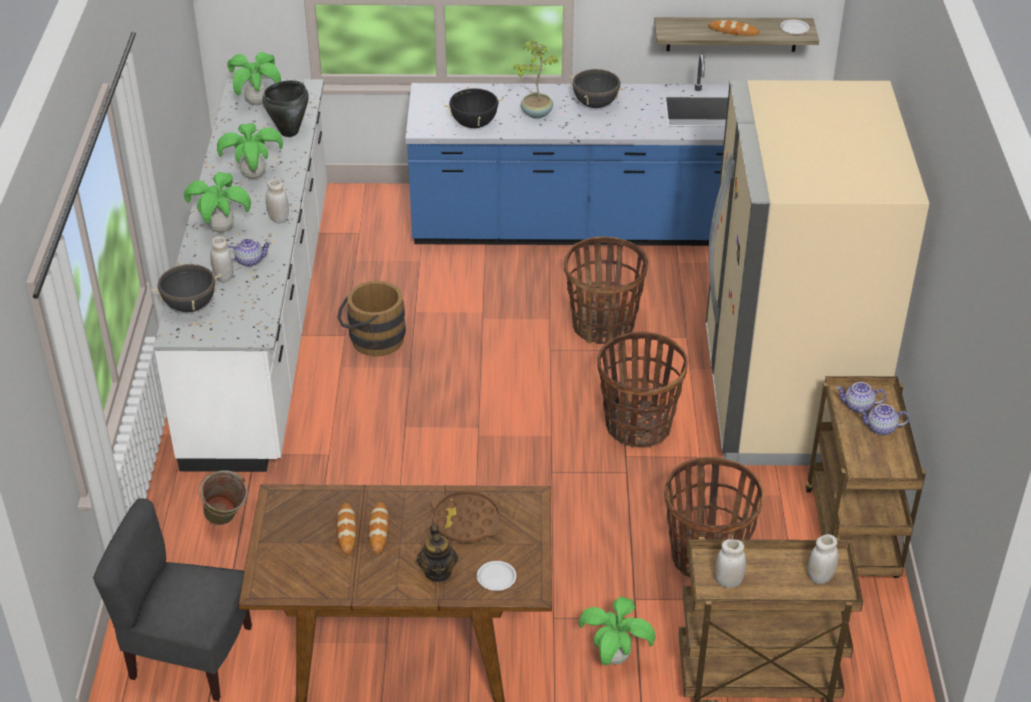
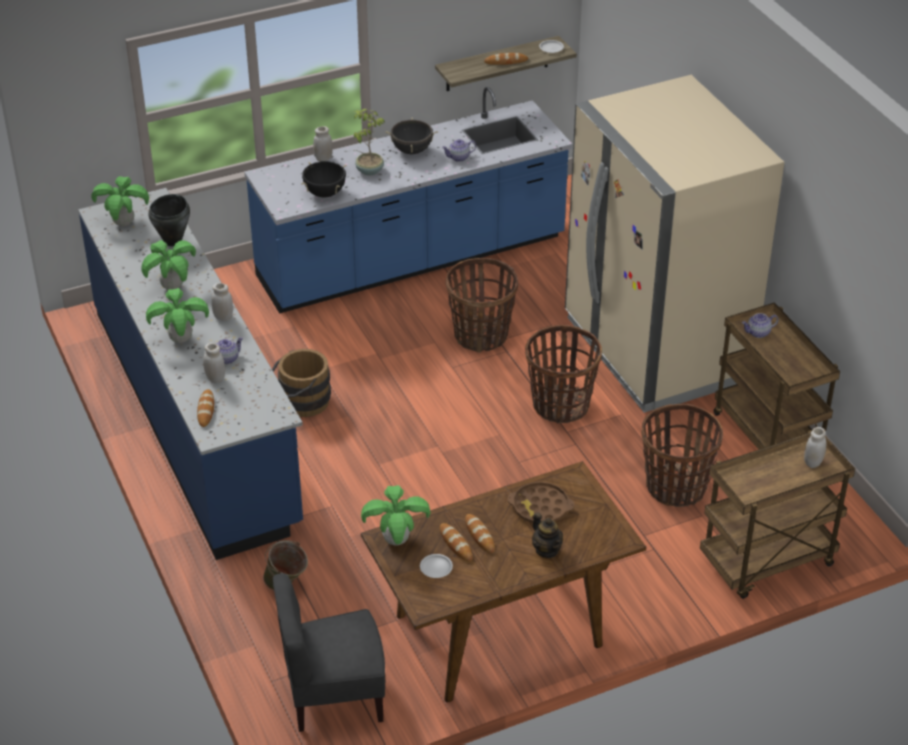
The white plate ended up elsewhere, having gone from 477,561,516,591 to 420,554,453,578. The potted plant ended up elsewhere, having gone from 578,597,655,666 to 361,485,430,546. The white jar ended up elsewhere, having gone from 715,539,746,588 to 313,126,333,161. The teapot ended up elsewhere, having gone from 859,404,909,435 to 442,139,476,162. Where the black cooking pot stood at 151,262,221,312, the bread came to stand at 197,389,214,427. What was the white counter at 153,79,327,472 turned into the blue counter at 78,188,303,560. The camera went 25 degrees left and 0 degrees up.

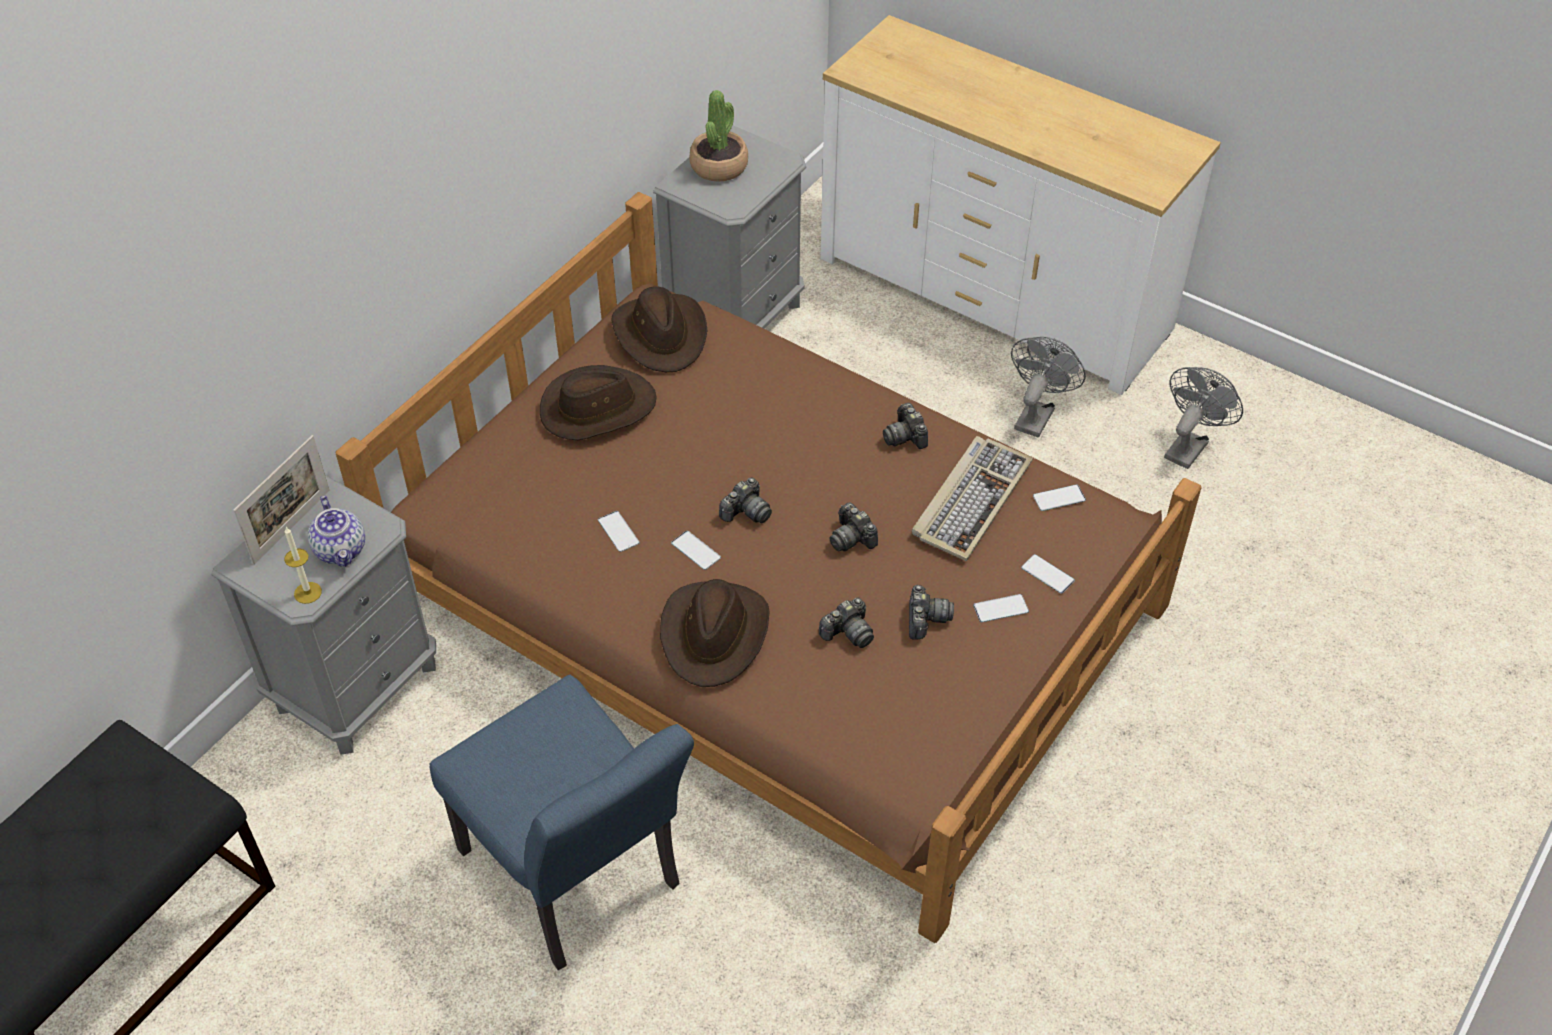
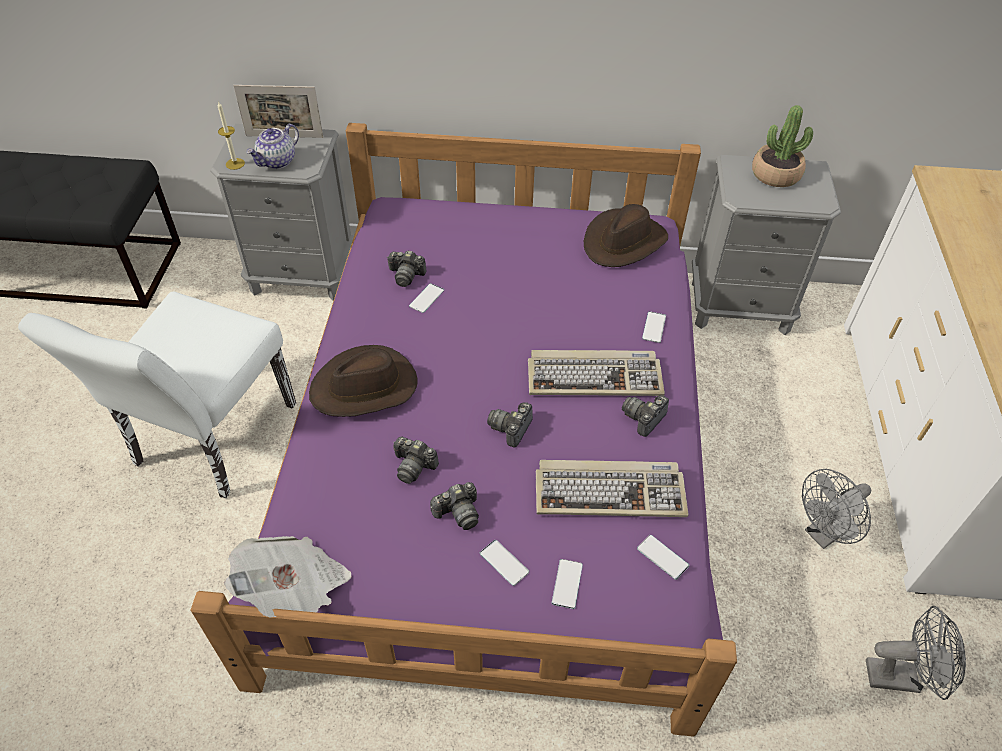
The second view lost the brown hat at 540,365,657,440. The second view gained the newspaper at 224,536,352,618. The second view gained the keyboard at 528,350,665,396. The phone ended up elsewhere, having gone from 671,531,721,570 to 642,311,666,343. The photo camera ended up elsewhere, having gone from 719,478,772,523 to 387,250,427,287. What was the brown bed at 336,192,1202,943 turned into the purple bed at 191,123,737,737. What was the blue chair at 429,675,694,970 turned into the white chair at 18,292,296,498. The grey fan at 1011,337,1086,437 ended up facing another way, 150 degrees clockwise from before. The camera went 60 degrees right and 0 degrees up.

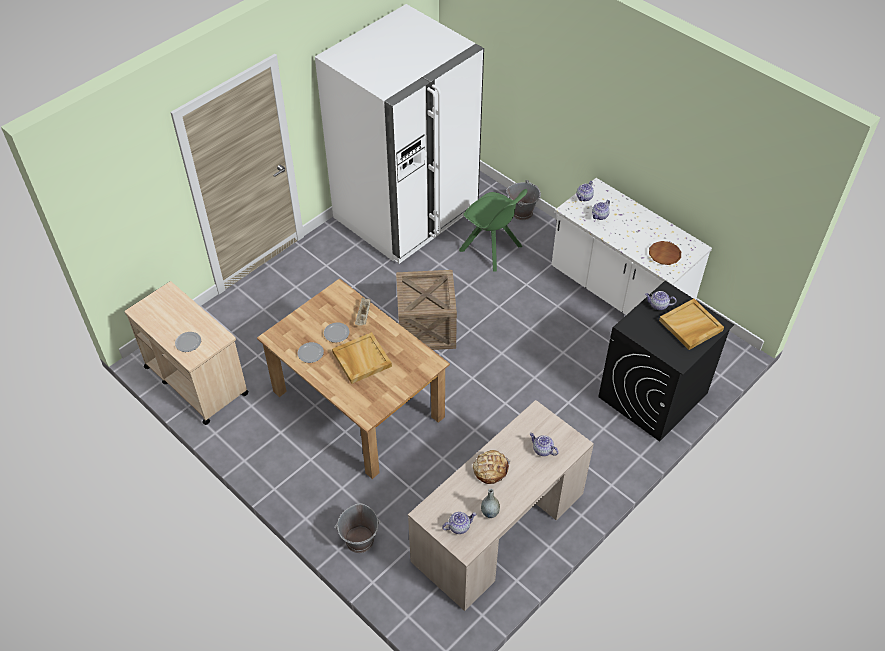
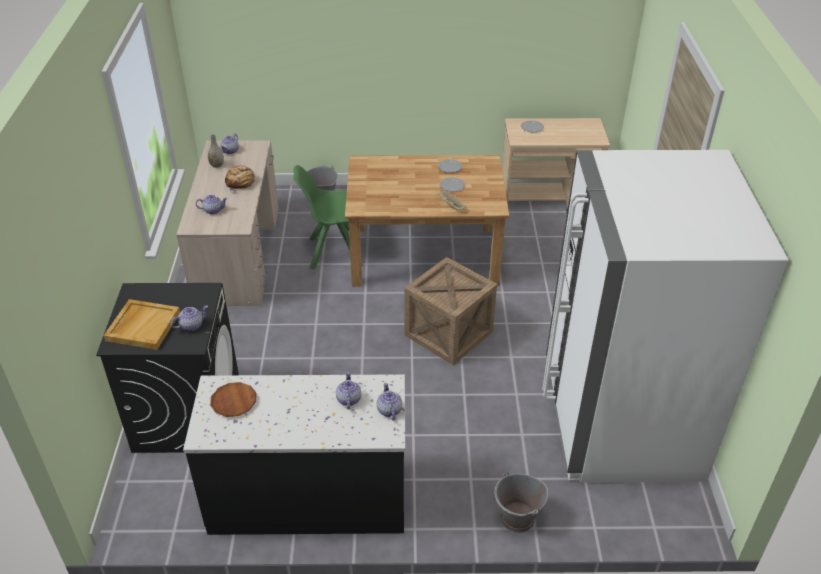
The second view lost the beige tray at 332,332,392,384. The green chair ended up elsewhere, having gone from 459,189,527,271 to 293,165,362,270. What was the white counter at 552,178,712,315 turned into the black counter at 183,374,405,535. The camera went 135 degrees right and 10 degrees down.

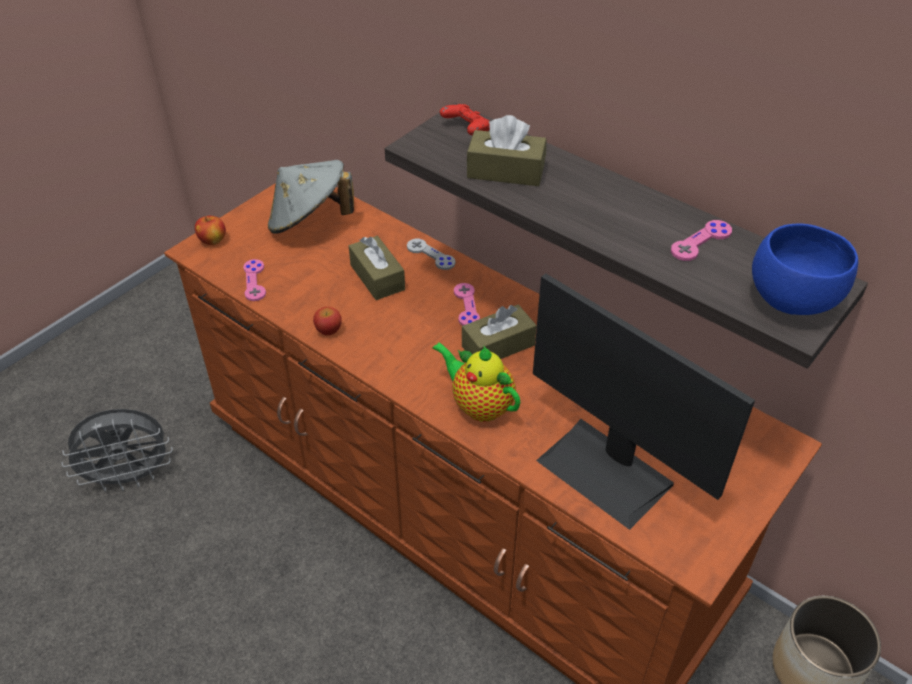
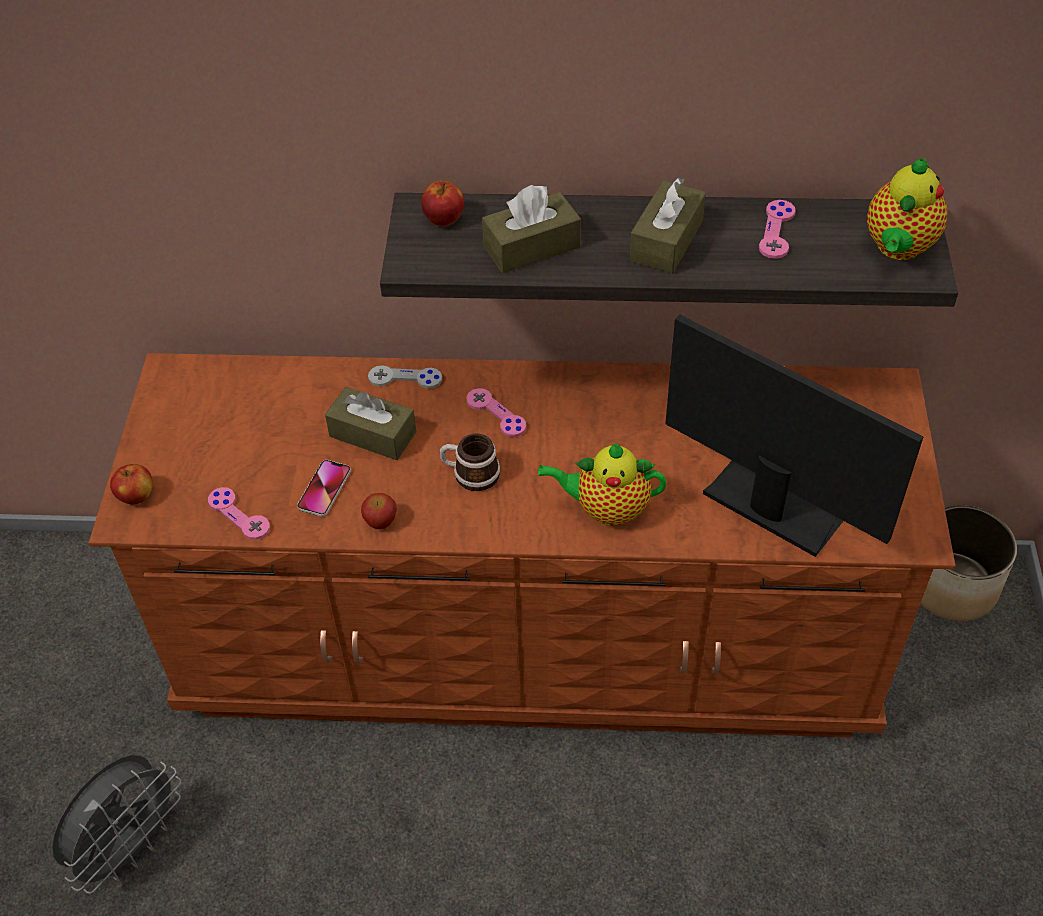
The second view lost the grey hat at 268,160,354,234. The second view gained the phone at 297,460,351,517. The second view gained the mug at 440,434,500,491. The brown tissue box ended up elsewhere, having gone from 462,305,537,359 to 629,178,706,274. Where the red game controller stood at 440,104,490,135, the apple came to stand at 421,181,464,226. Where the blue bowl stood at 752,223,858,315, the teapot came to stand at 867,158,947,260. The monitor at 533,274,755,530 ended up facing another way, 150 degrees counterclockwise from before. The camera went 35 degrees left and 5 degrees up.

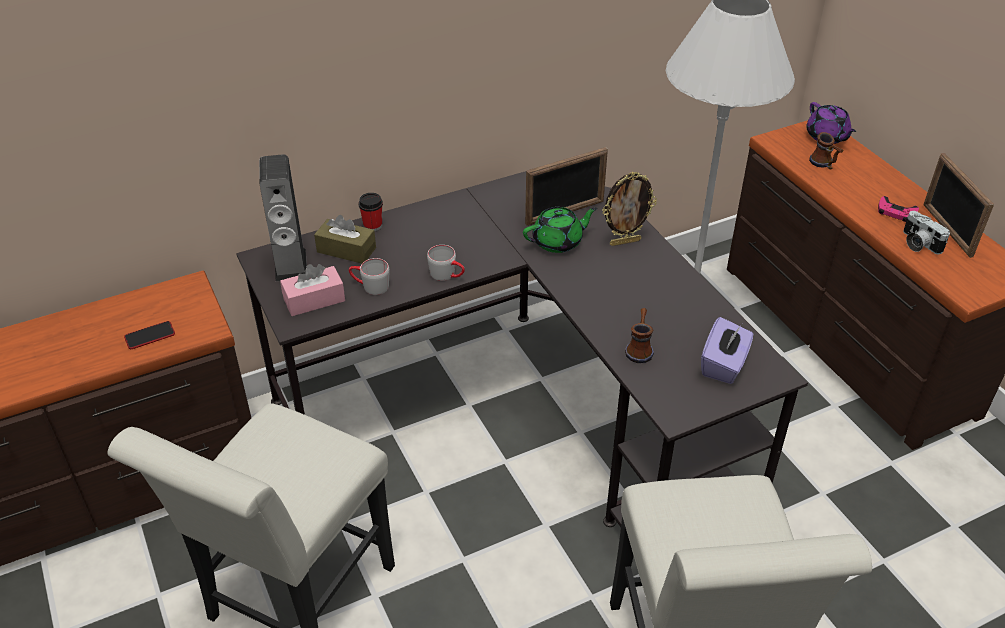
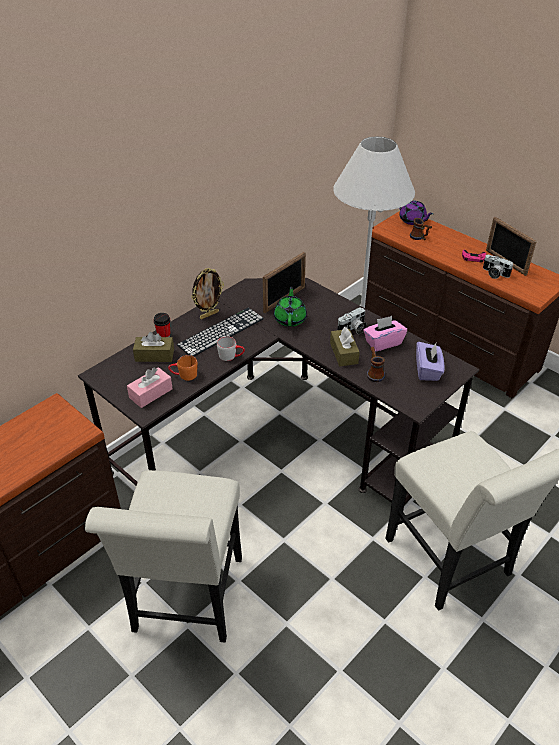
The second view lost the phone at 124,321,175,349. The second view lost the speaker at 259,154,307,281. The second view gained the keyboard at 177,308,264,356. The second view gained the brown tissue box at 330,327,360,366. The second view gained the photo camera at 338,307,367,334. The second view gained the pink tissue box at 363,316,407,352. The picture frame ended up elsewhere, having gone from 602,172,657,246 to 192,268,224,319. What was the grey mug at 349,258,389,295 turned into the orange mug at 168,355,198,381. The green teapot at 523,207,597,253 ended up facing another way, 45 degrees counterclockwise from before. The camera went 20 degrees left and 0 degrees up.

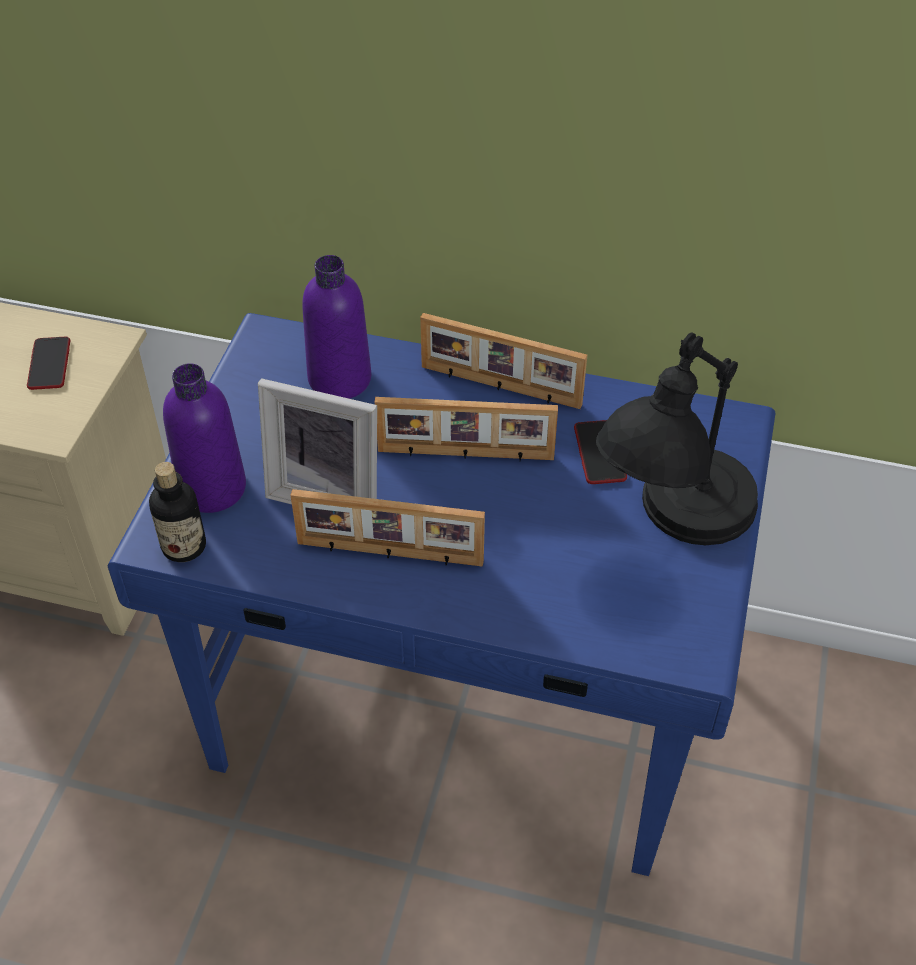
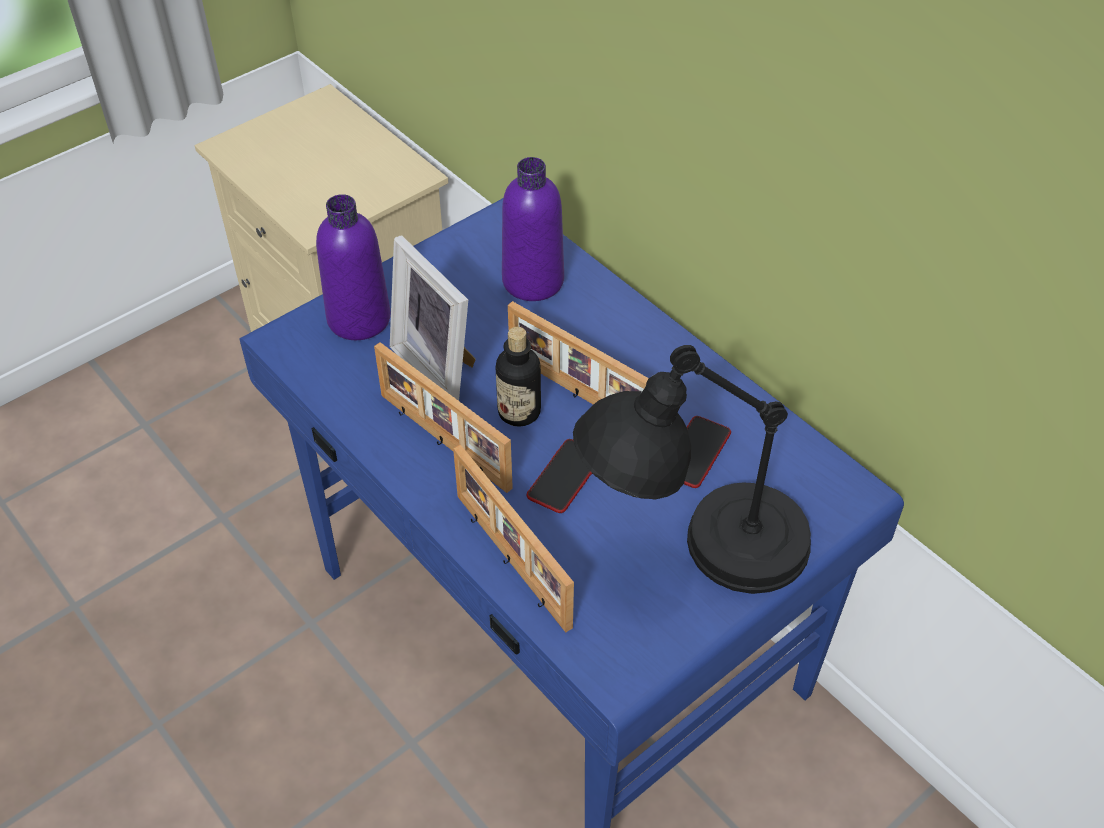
The phone ended up elsewhere, having gone from 27,337,70,390 to 527,439,592,513. The bottle ended up elsewhere, having gone from 149,462,206,562 to 496,327,541,427. The picture frame ended up elsewhere, having gone from 420,313,587,409 to 453,445,574,632. The camera went 35 degrees right and 0 degrees up.

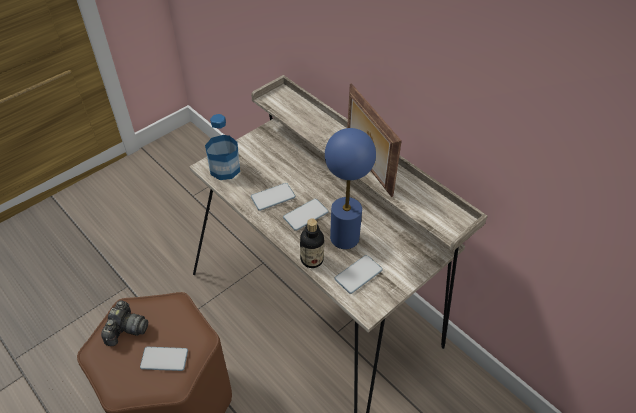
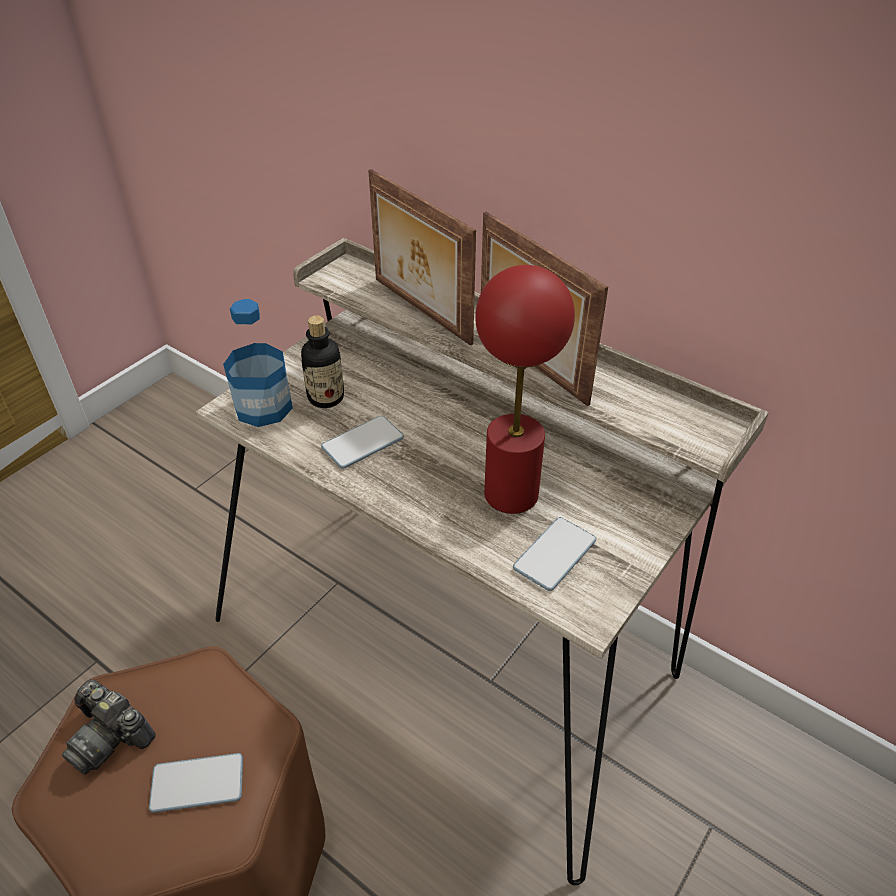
The second view lost the phone at 283,199,328,231. The second view gained the picture frame at 368,169,476,346. The bottle ended up elsewhere, having gone from 300,219,324,268 to 301,315,344,408. What was the blue table lamp at 325,128,376,249 turned into the red table lamp at 475,265,575,514. The photo camera at 101,300,148,346 ended up facing another way, 120 degrees clockwise from before. The camera went 10 degrees left and 5 degrees down.

